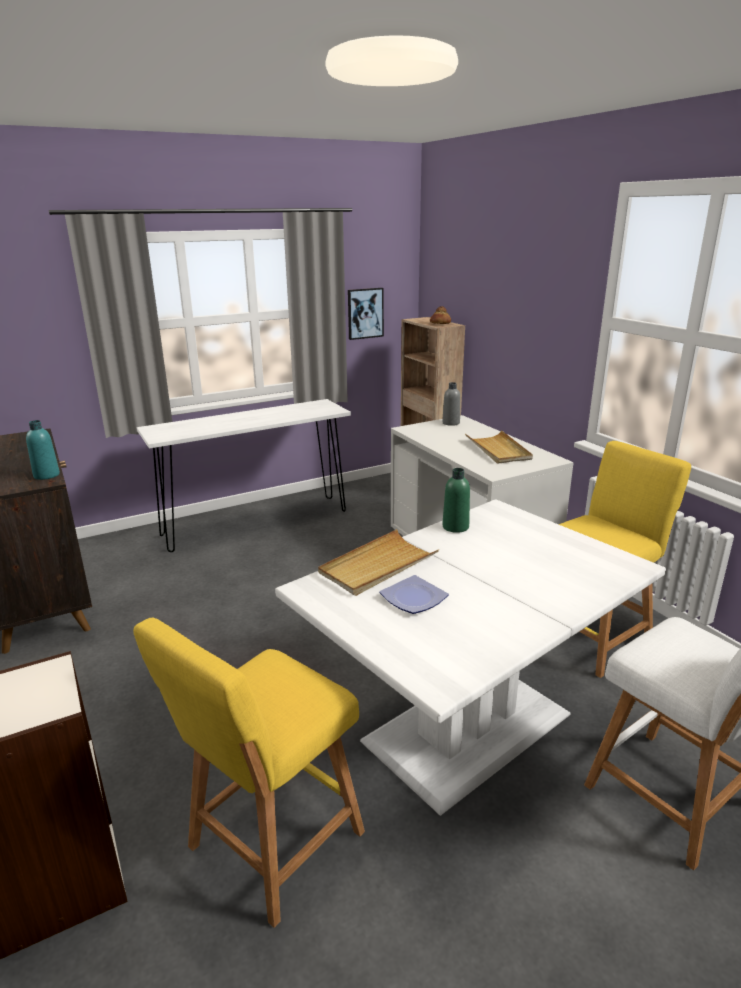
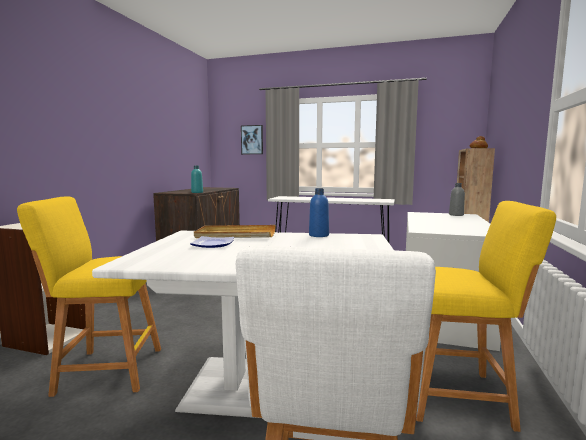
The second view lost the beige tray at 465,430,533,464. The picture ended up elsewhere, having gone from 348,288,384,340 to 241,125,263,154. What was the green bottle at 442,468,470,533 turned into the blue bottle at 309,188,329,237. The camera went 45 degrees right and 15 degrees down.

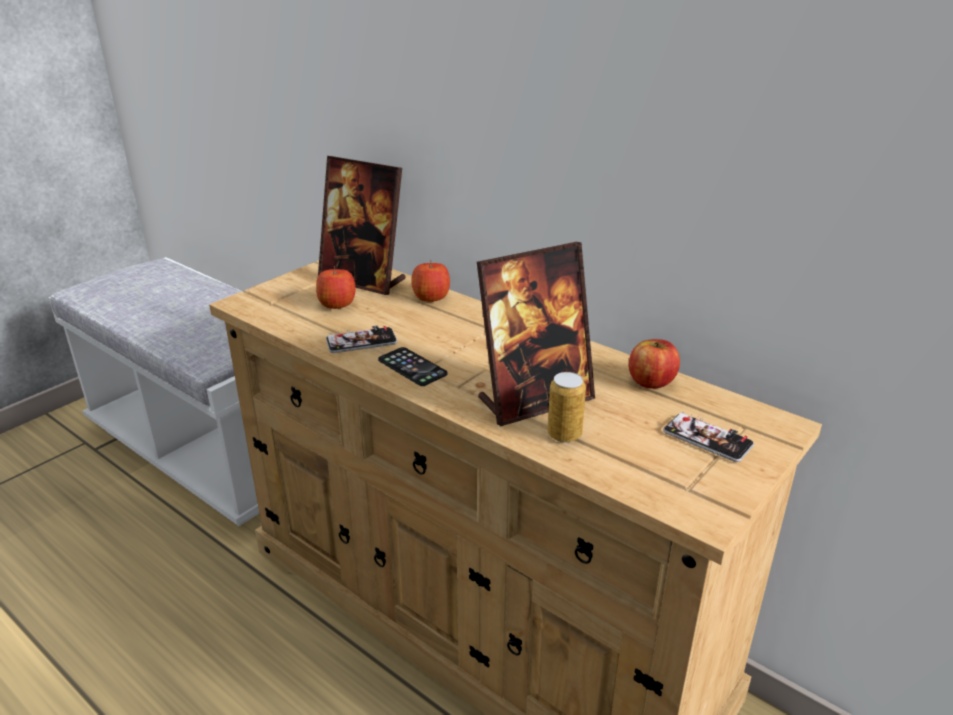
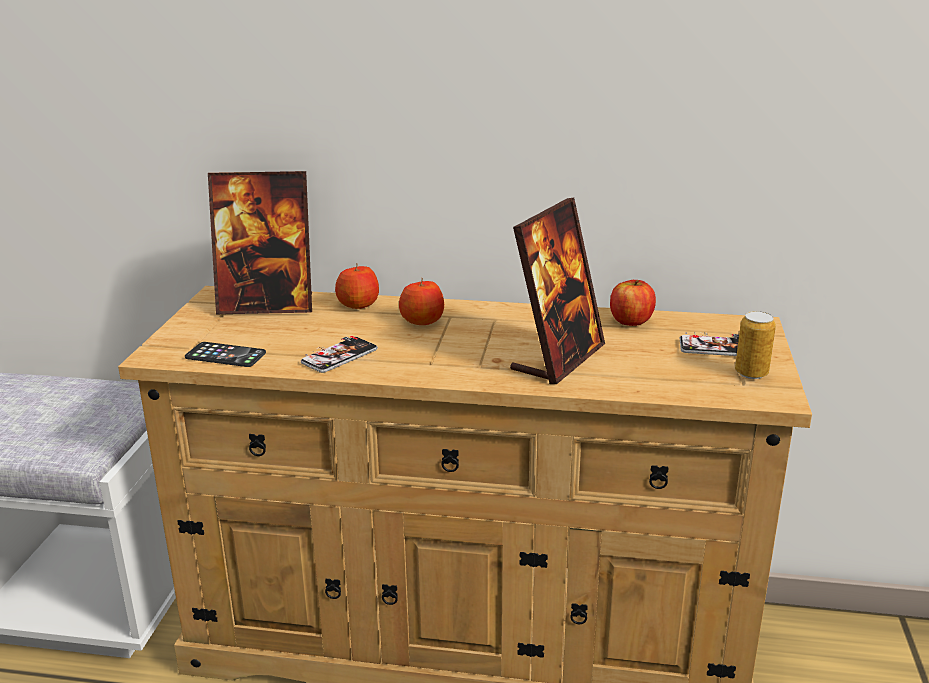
The apple ended up elsewhere, having gone from 316,266,356,309 to 399,278,444,325. The phone ended up elsewhere, having gone from 378,347,447,386 to 185,342,266,367. The can ended up elsewhere, having gone from 548,372,586,443 to 735,311,776,379. The camera went 30 degrees left and 5 degrees down.

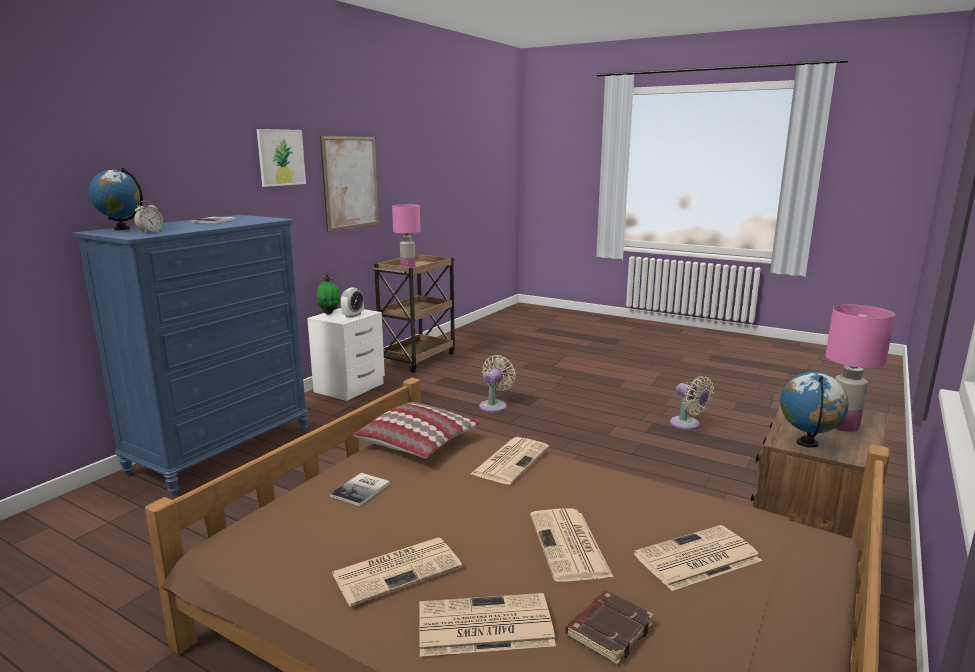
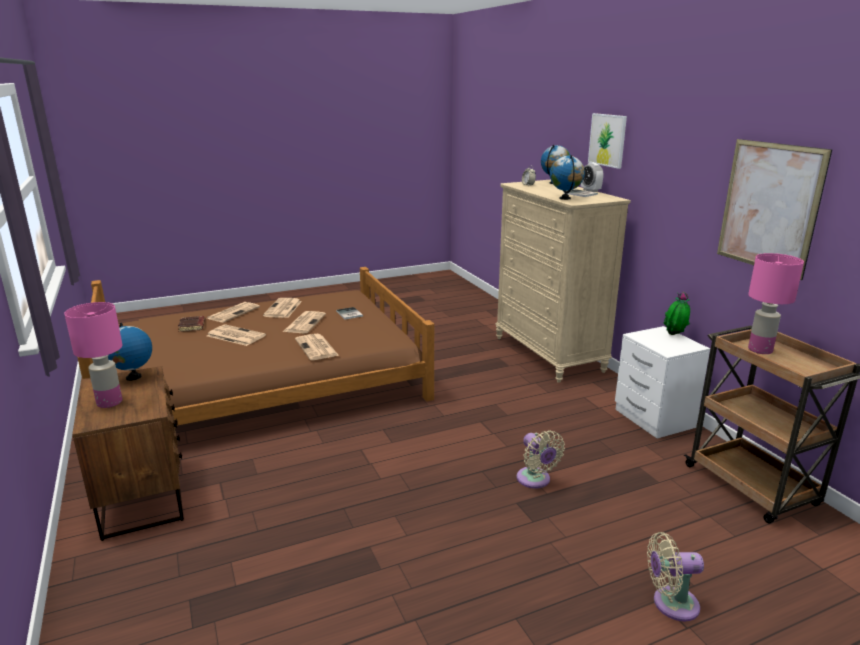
The second view lost the pillow at 353,402,482,458. The second view gained the globe at 550,155,585,200. The picture ended up elsewhere, having gone from 257,129,306,187 to 588,113,627,169. The alarm clock ended up elsewhere, having gone from 341,287,364,318 to 581,163,604,192. The newspaper ended up elsewhere, having gone from 634,525,762,591 to 283,311,326,333. The beige fan ended up elsewhere, having gone from 670,376,714,430 to 647,532,704,621. What was the blue dresser at 73,215,308,496 turned into the beige dresser at 496,180,631,383. The camera went 125 degrees right and 5 degrees up.

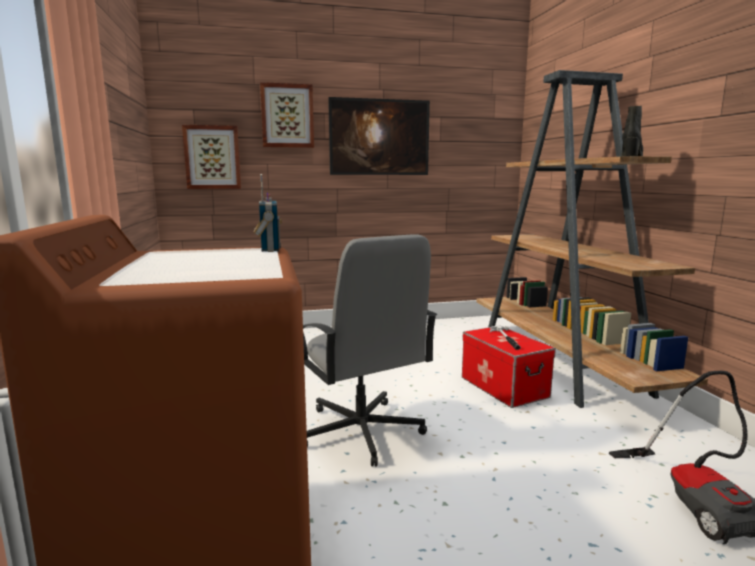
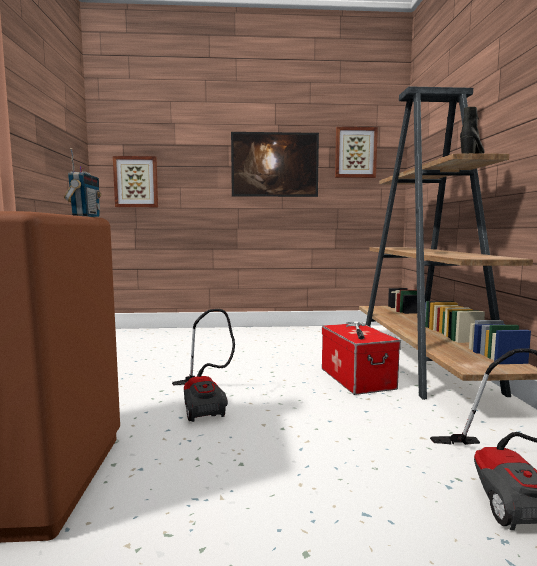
The picture ended up elsewhere, having gone from 260,82,314,148 to 335,127,378,178. Where the grey office chair stood at 303,234,437,467, the vacuum cleaner came to stand at 172,309,235,422. The camera went 10 degrees right and 5 degrees down.

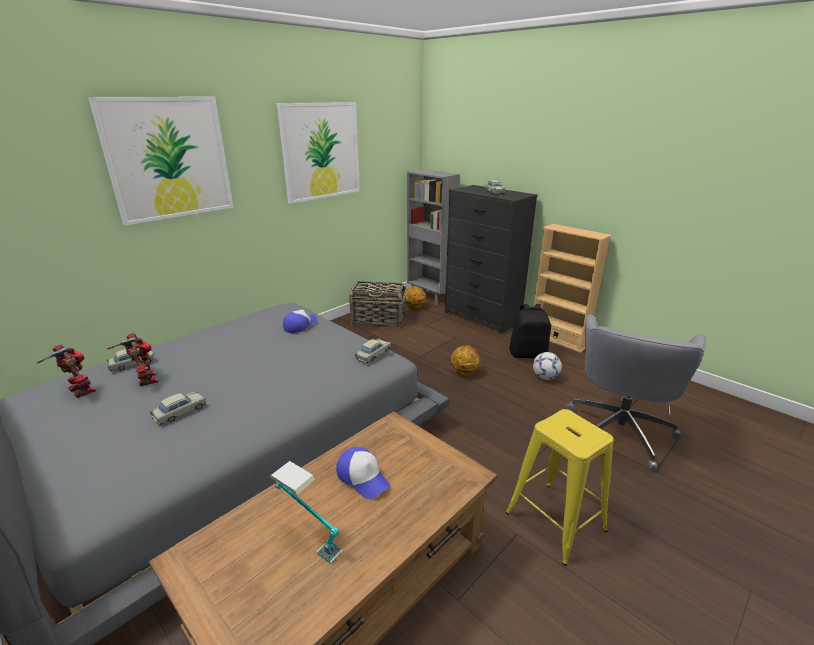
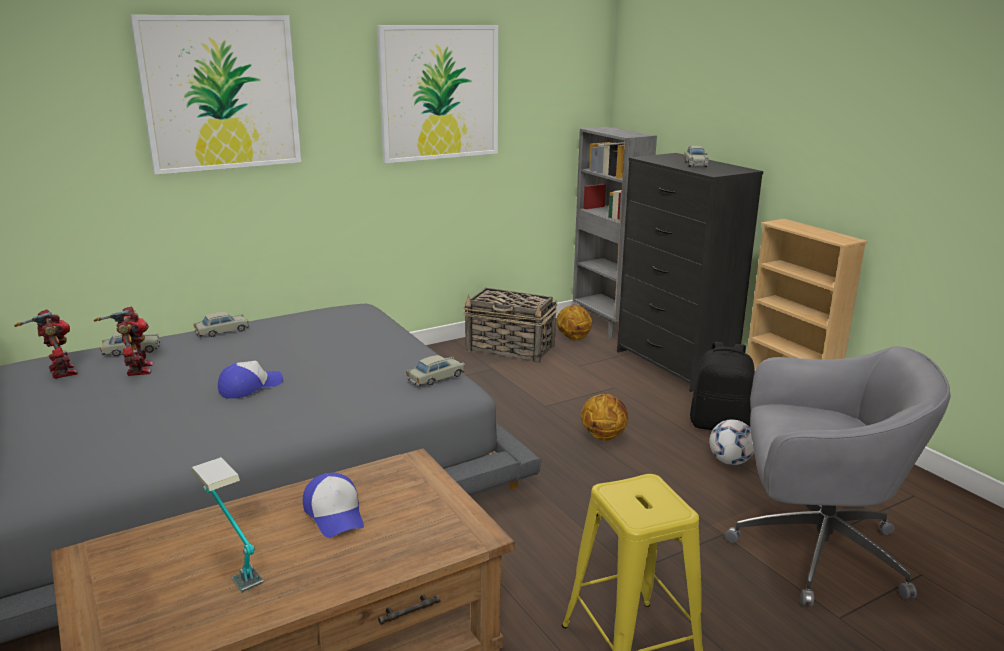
The beige toy car ended up elsewhere, having gone from 150,391,206,425 to 194,312,249,337. The cap ended up elsewhere, having gone from 283,309,318,333 to 218,361,283,399. The grey office chair at 566,314,706,471 ended up facing another way, 120 degrees counterclockwise from before. The camera went 15 degrees right and 5 degrees down.

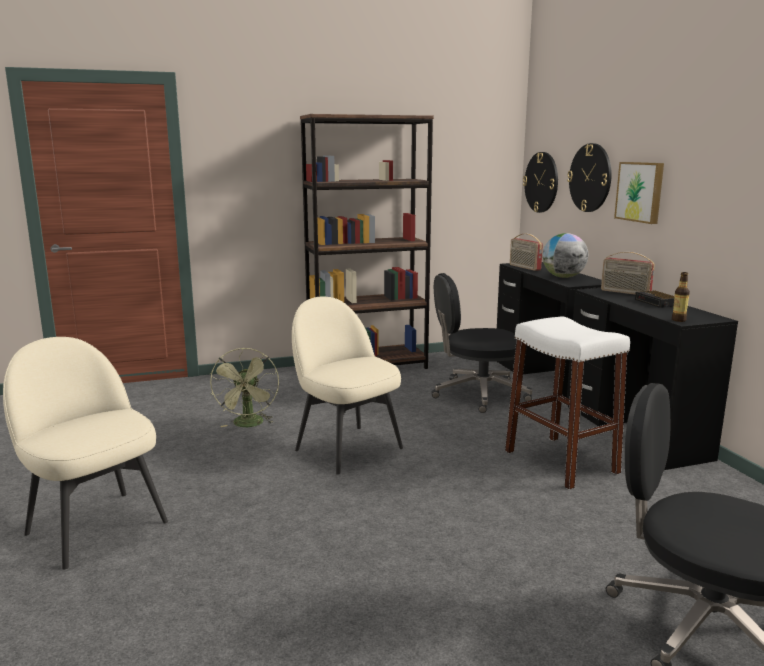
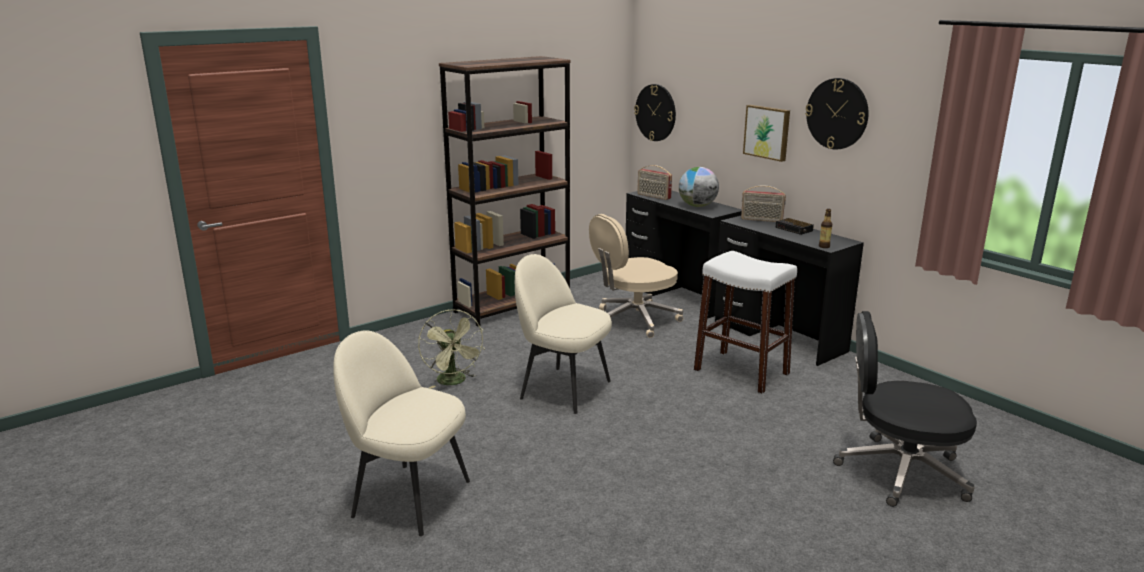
The wall clock ended up elsewhere, having gone from 567,143,612,212 to 805,78,869,149. What was the black office chair at 431,273,532,413 turned into the beige office chair at 589,214,683,338. The camera went 20 degrees left and 5 degrees up.

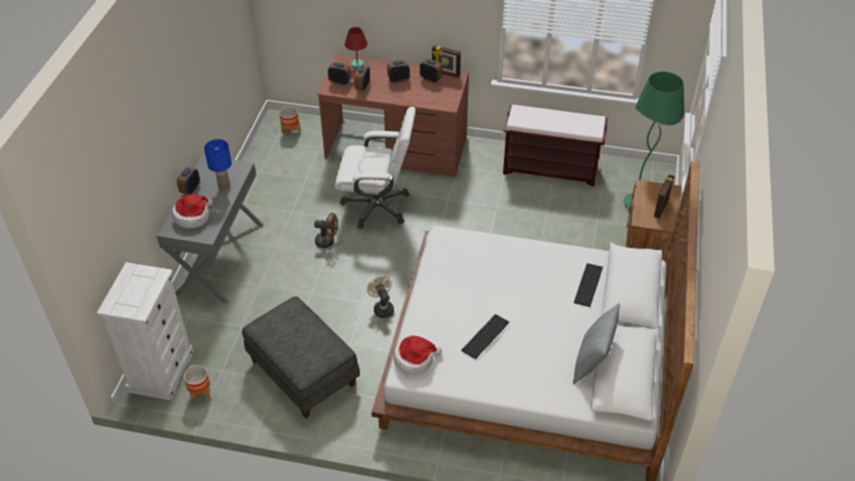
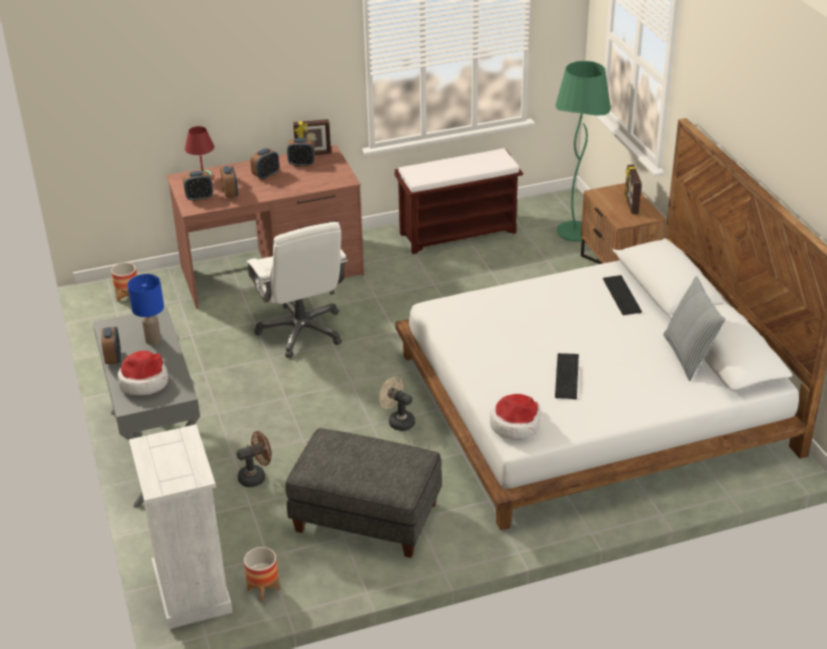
The brown fan ended up elsewhere, having gone from 314,213,338,248 to 236,431,272,487. The white office chair at 335,107,416,229 ended up facing another way, 90 degrees clockwise from before. The camera went 30 degrees left and 10 degrees down.

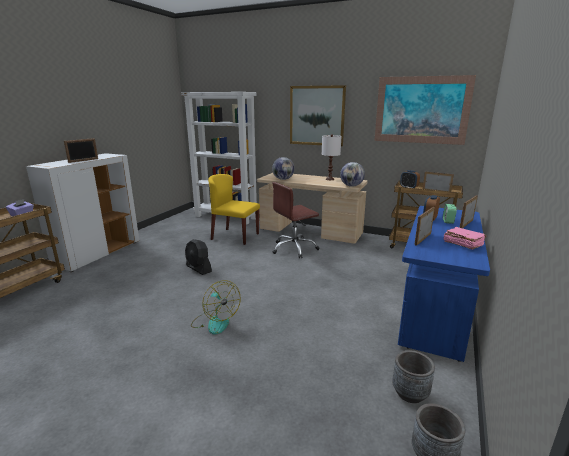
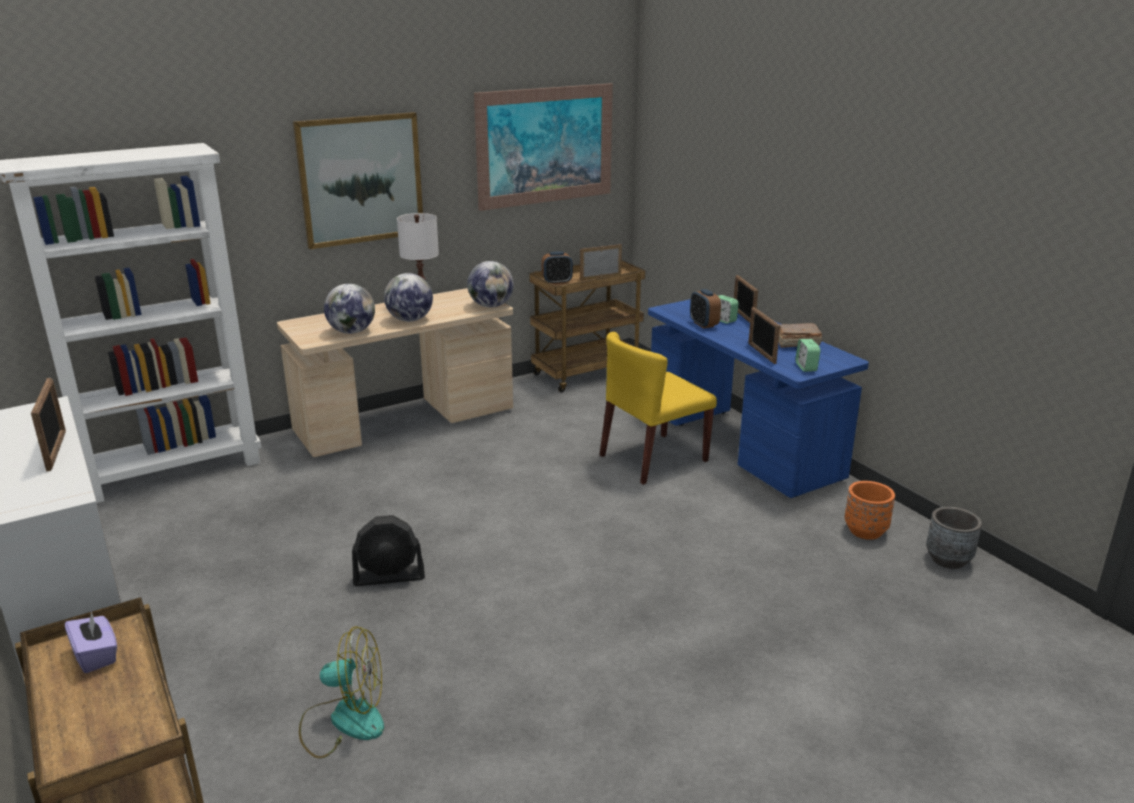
The second view lost the brown office chair at 272,182,319,258. The second view gained the globe at 384,273,433,322. The second view gained the alarm clock at 796,339,820,372. The fan ended up elsewhere, having gone from 191,281,241,335 to 299,626,384,758. The yellow chair ended up elsewhere, having gone from 208,174,260,245 to 600,332,717,485. What was the grey planter at 392,350,435,403 turned into the orange planter at 845,481,895,540. What was the pink book at 444,227,487,249 turned into the brown book at 779,323,822,348. The camera went 55 degrees left and 5 degrees up.

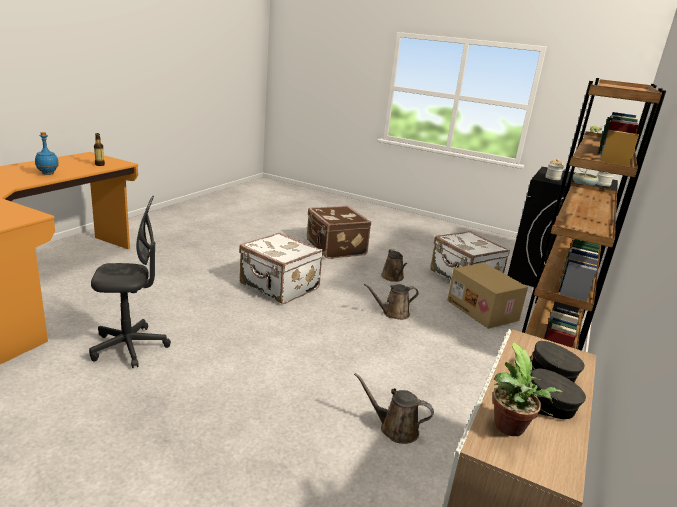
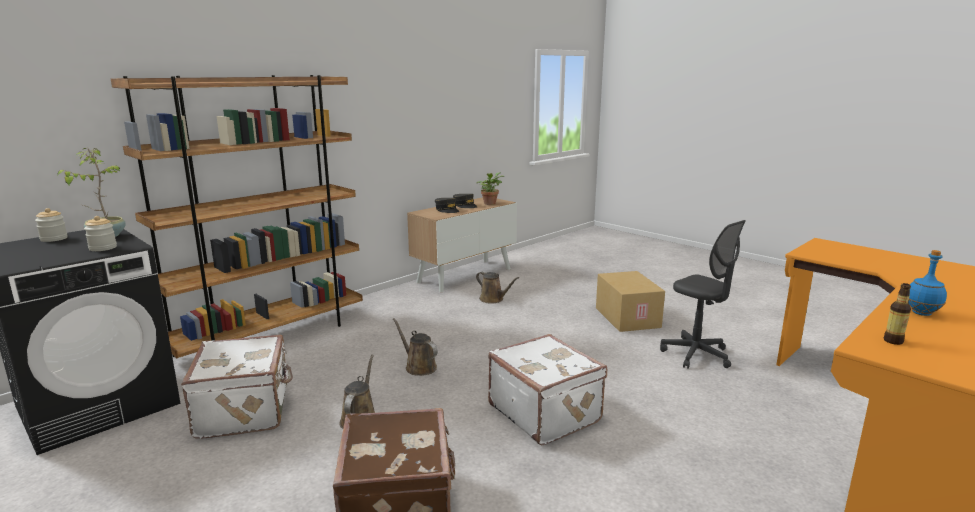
The cardboard box ended up elsewhere, having gone from 447,263,528,329 to 596,271,665,332. The grey office chair at 89,196,171,368 ended up facing another way, 135 degrees counterclockwise from before. The brown watering can at 364,284,419,320 ended up facing another way, 135 degrees counterclockwise from before. The camera went 160 degrees left and 5 degrees down.

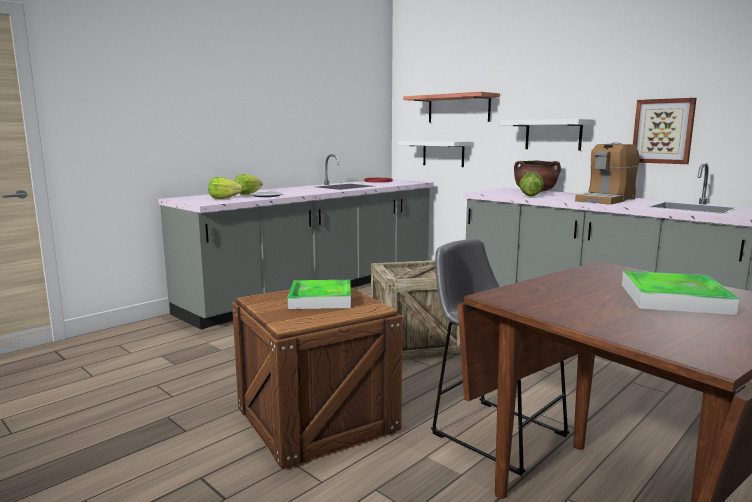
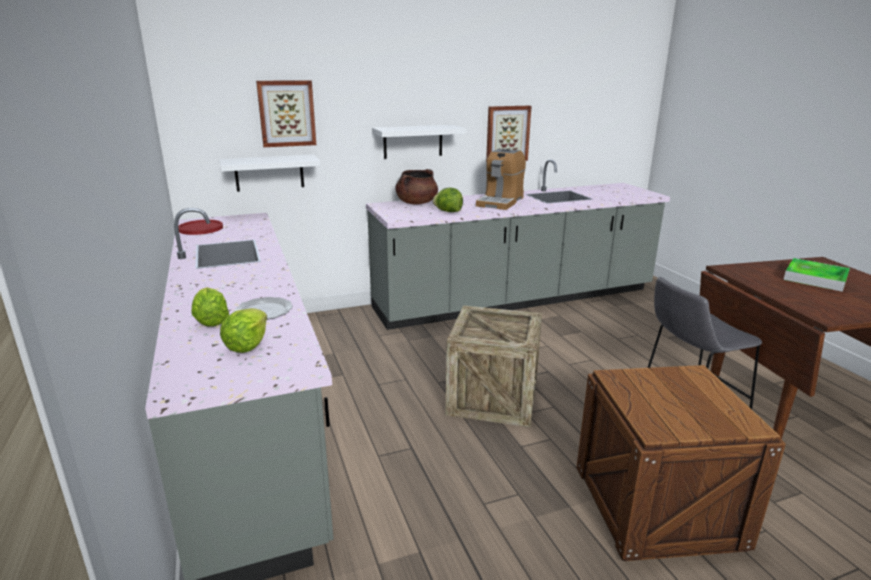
The second view lost the tray at 288,280,351,309. Where the shelf hung at 403,92,500,123, the picture came to hang at 256,80,316,147. The coffee machine at 575,142,640,205 ended up facing another way, 45 degrees clockwise from before. The camera went 65 degrees left and 10 degrees up.

